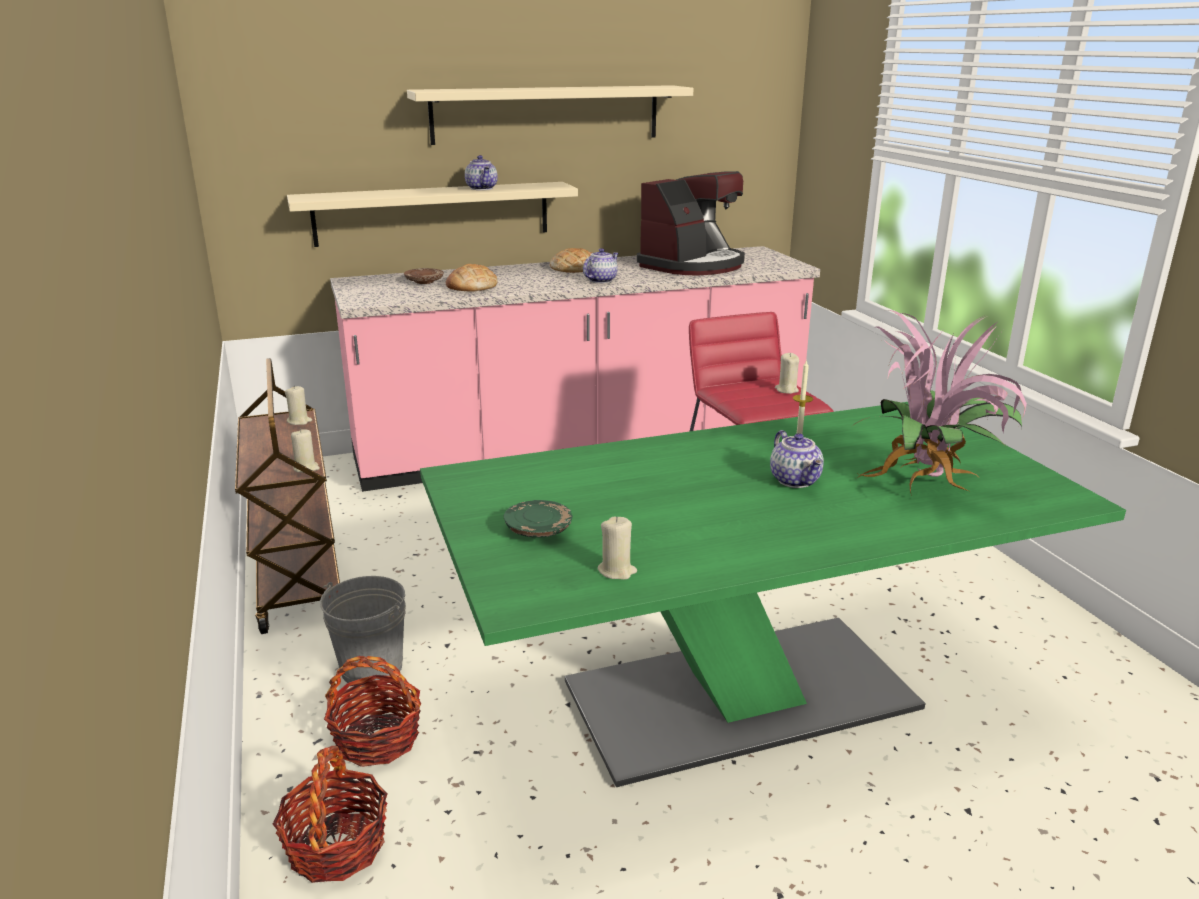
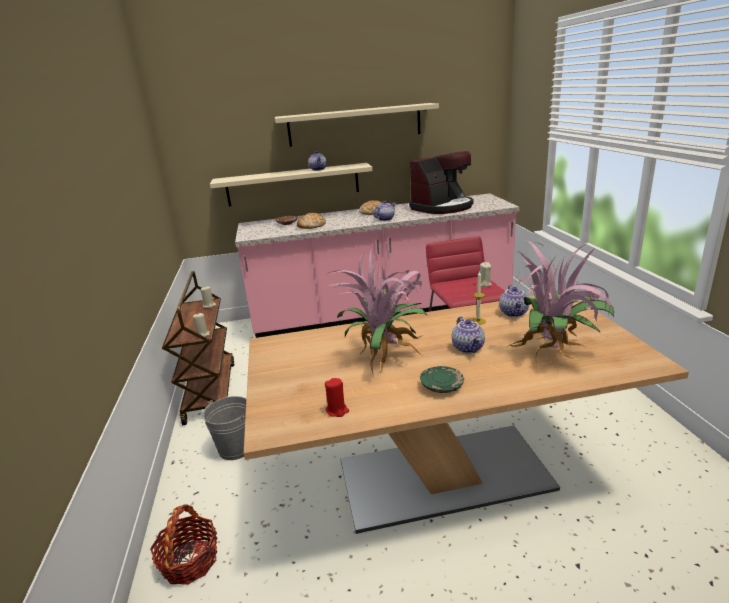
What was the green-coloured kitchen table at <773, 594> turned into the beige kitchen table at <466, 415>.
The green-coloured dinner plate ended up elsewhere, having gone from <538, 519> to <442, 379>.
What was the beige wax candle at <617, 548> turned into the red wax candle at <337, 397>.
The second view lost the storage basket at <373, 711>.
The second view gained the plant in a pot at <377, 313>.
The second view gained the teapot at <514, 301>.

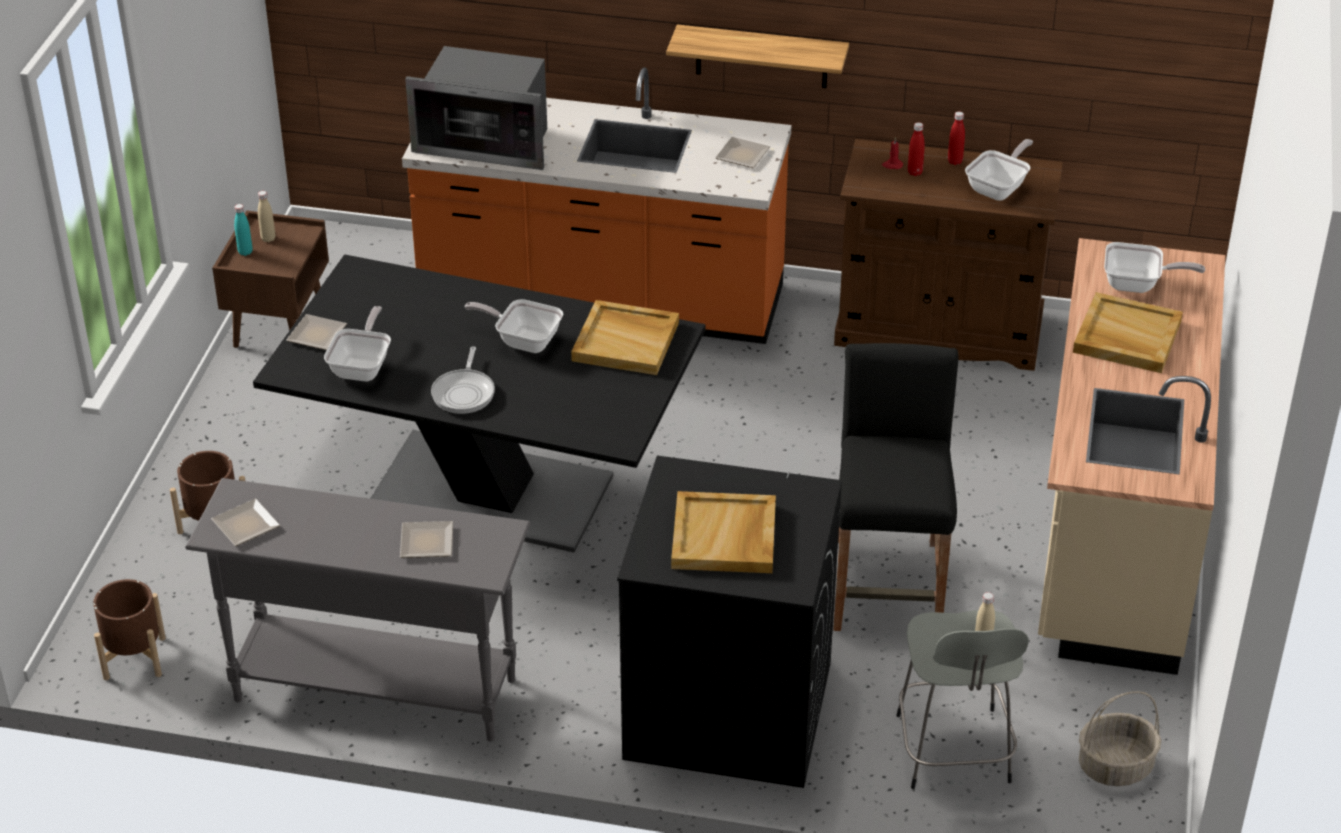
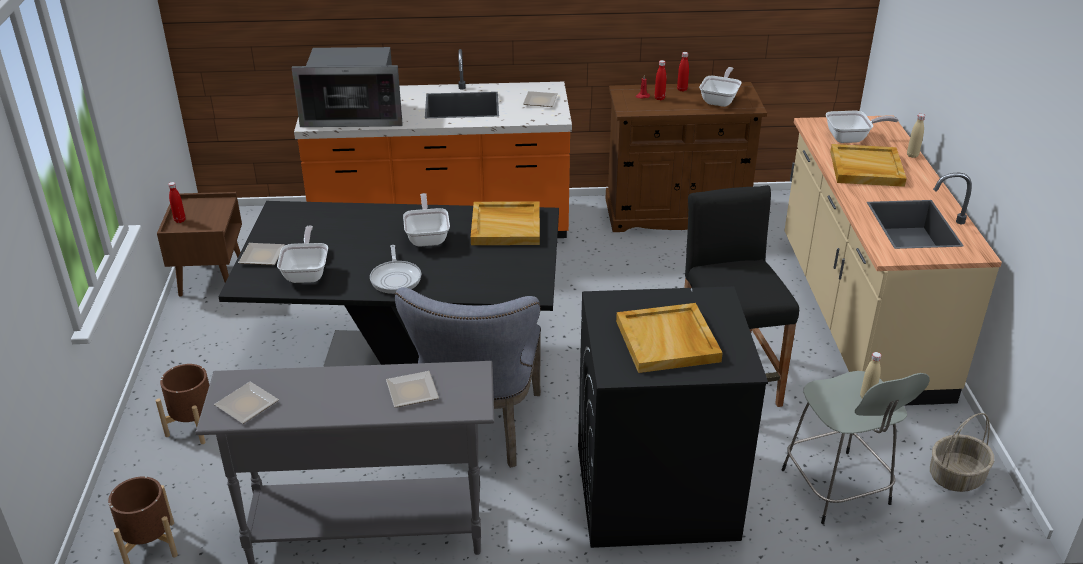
The second view lost the wall shelf at <757, 56>.
The beige bottle ended up elsewhere, having gone from <267, 216> to <916, 136>.
What was the blue-green bottle at <243, 230> turned into the red bottle at <176, 202>.
The pan at <513, 326> ended up facing another way, 75 degrees clockwise from before.
The second view gained the gray plain chair at <468, 377>.

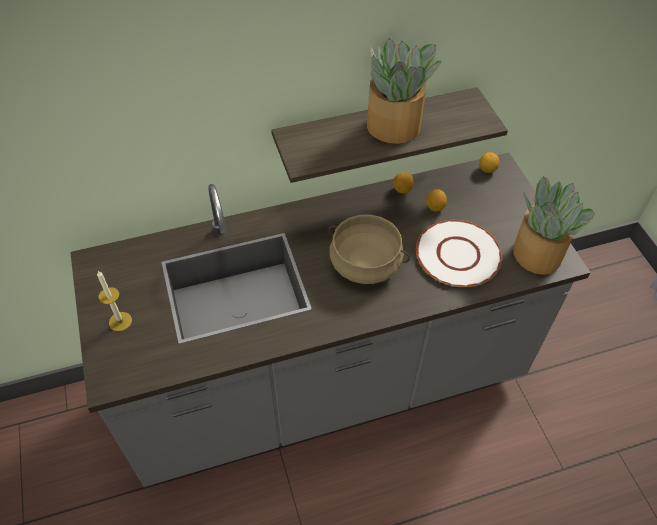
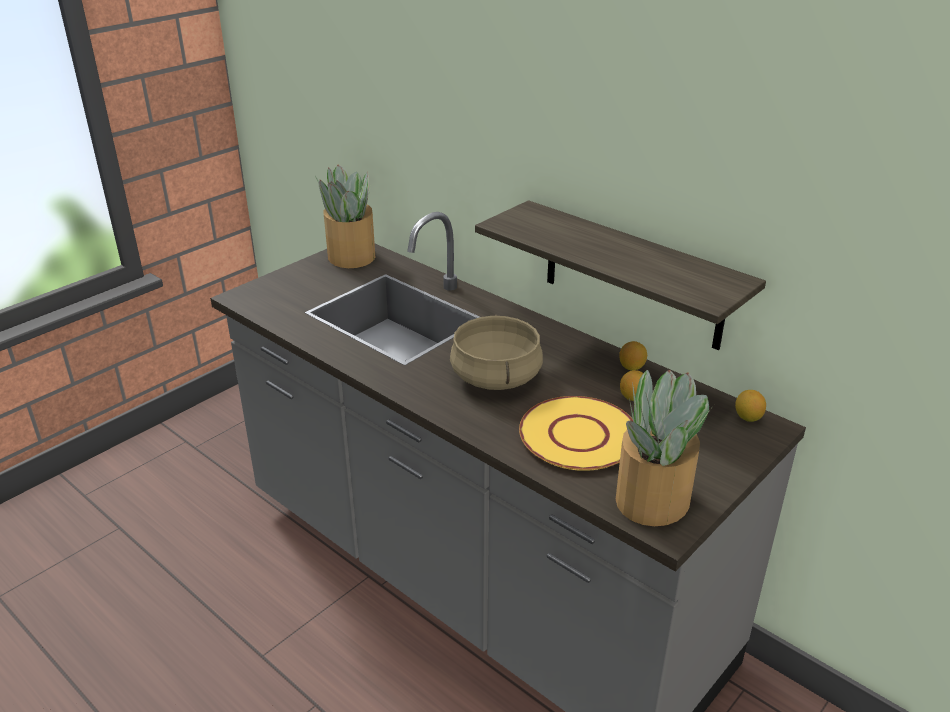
The plant in a pot ended up elsewhere, having gone from <404, 91> to <345, 216>.
What was the white-coloured dinner plate at <459, 253> turned into the yellowish dinner plate at <576, 433>.
The second view lost the wax candle at <114, 301>.

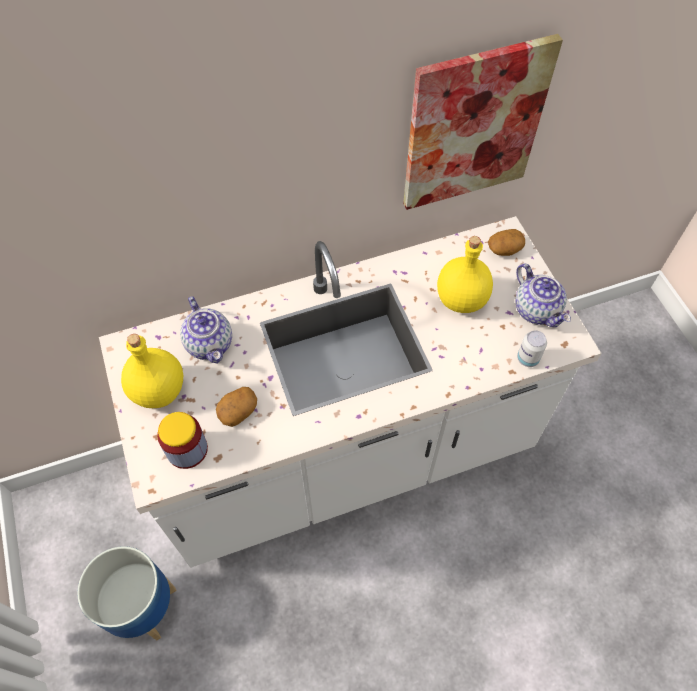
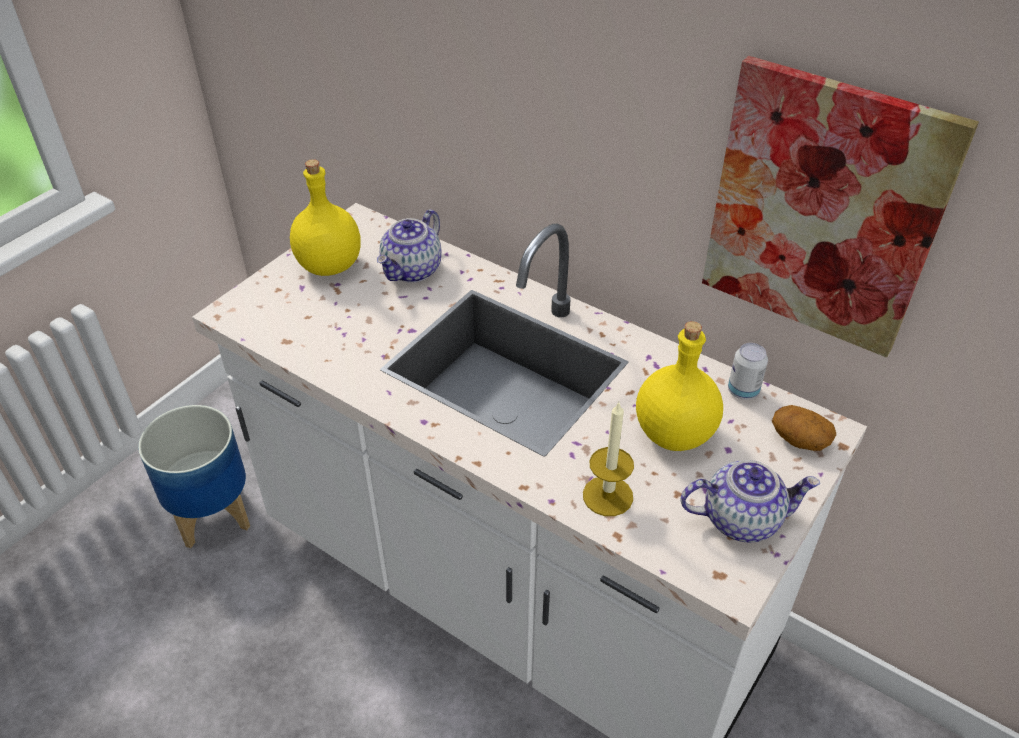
The teapot at <543, 295> ended up facing another way, 120 degrees counterclockwise from before.
The sealed can ended up elsewhere, having gone from <532, 348> to <748, 371>.
The second view lost the whole potato at <236, 407>.
The second view lost the preserve jar at <182, 440>.
The second view gained the wax candle at <608, 459>.

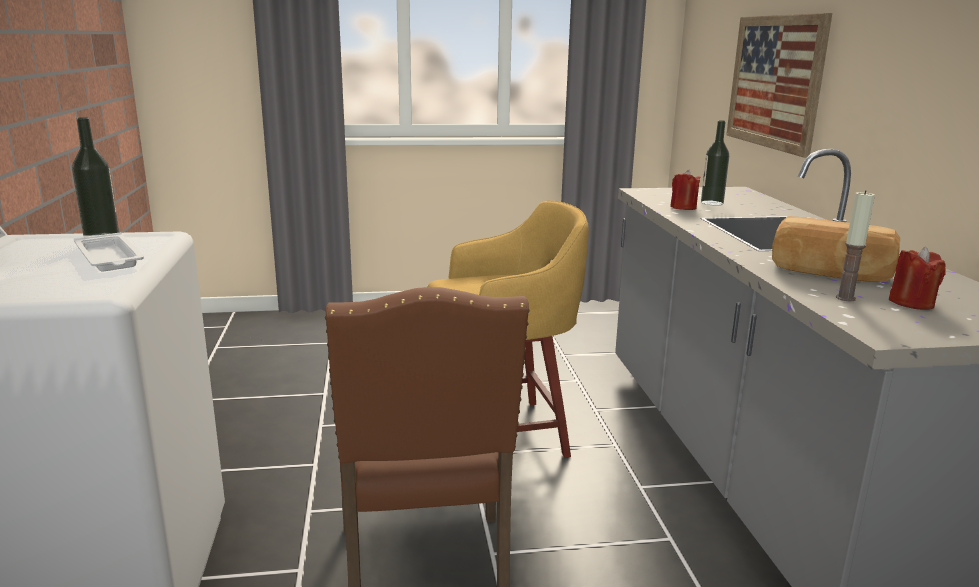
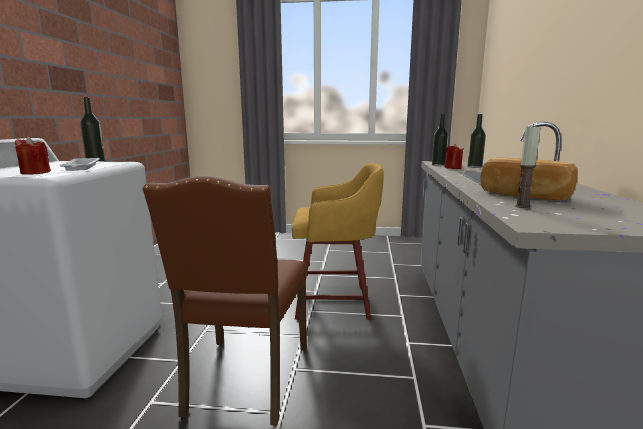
The second view lost the picture at <779, 85>.
The red wax candle ended up elsewhere, having gone from <917, 278> to <33, 156>.
The second view gained the bottle at <440, 140>.

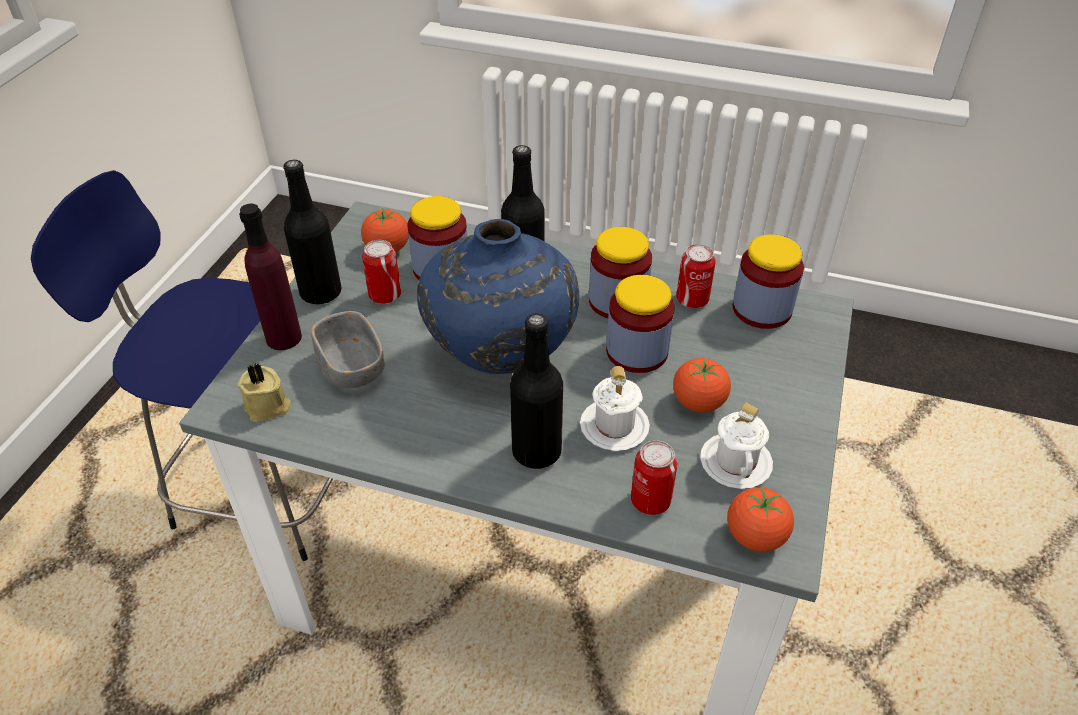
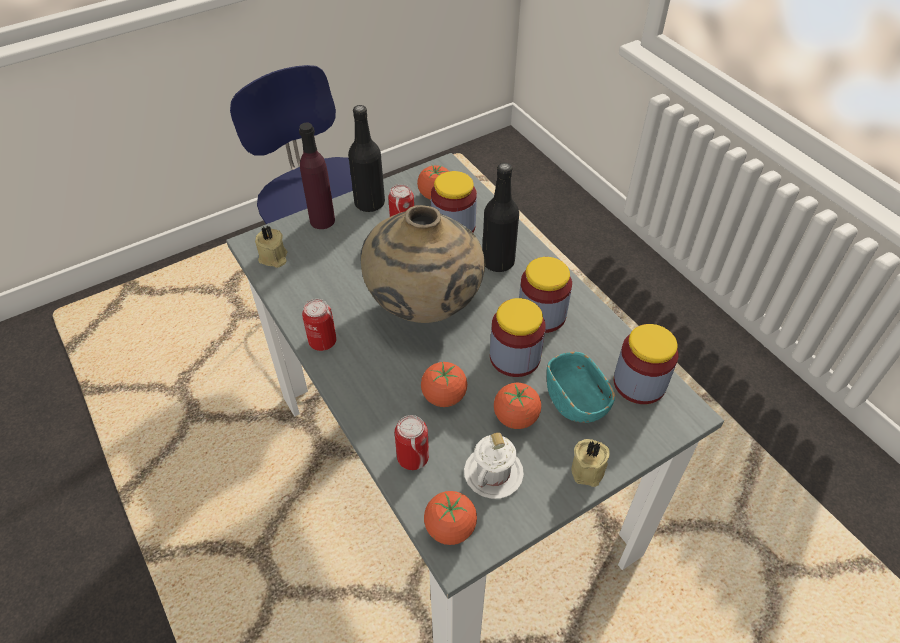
What was the blue vase at <498, 296> turned into the beige vase at <422, 264>.
The sealed can ended up elsewhere, having gone from <696, 276> to <319, 325>.
The second view lost the gray serving bowl at <348, 349>.
The second view lost the black bottle at <536, 391>.
Where the white-coloured tea mug stood at <615, 408>, the fresh tomato came to stand at <444, 384>.
The second view gained the blue-green serving bowl at <581, 387>.
The second view gained the beige wax candle at <591, 463>.

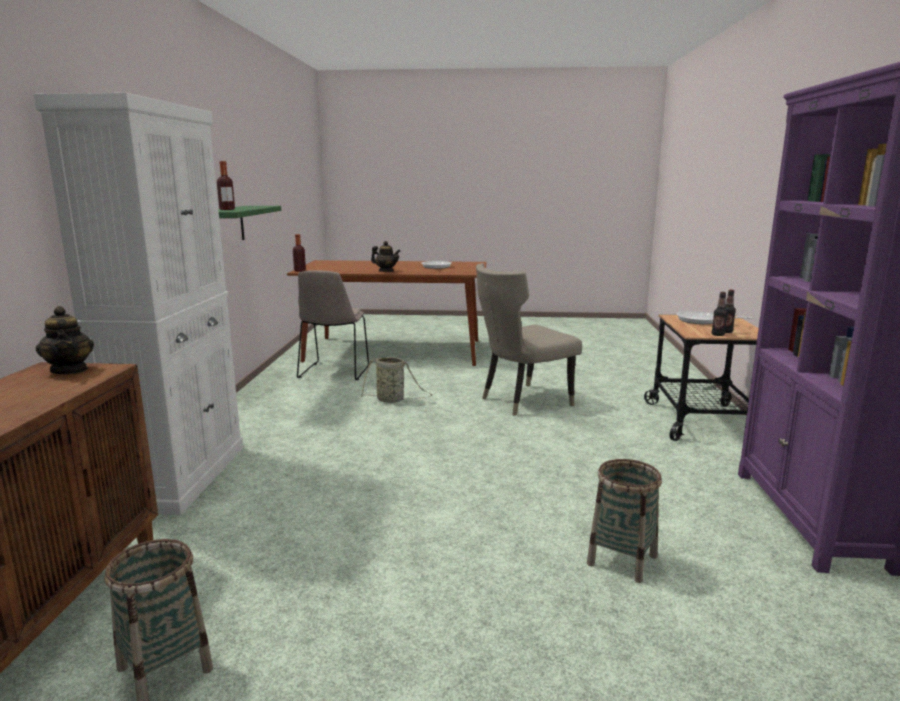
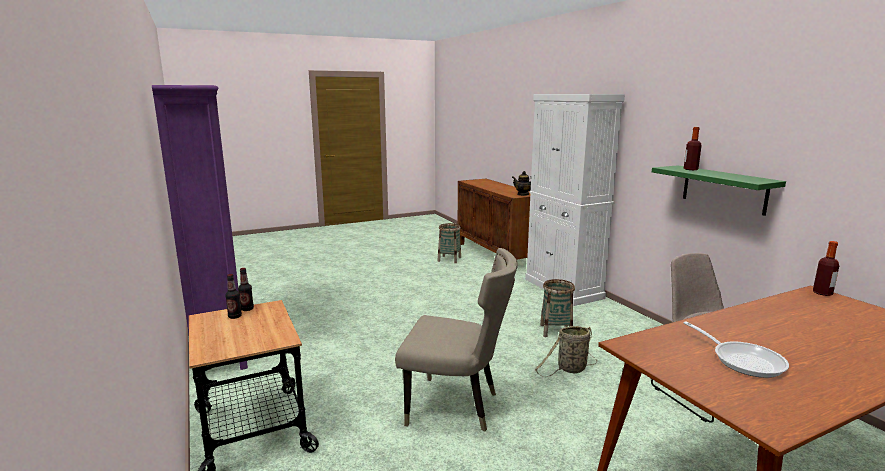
The second view lost the teapot at <386, 256>.
The beige plain chair at <529, 339> ended up facing another way, 75 degrees clockwise from before.
The second view lost the pan at <715, 317>.
The storage basket ended up elsewhere, having gone from <624, 521> to <557, 308>.

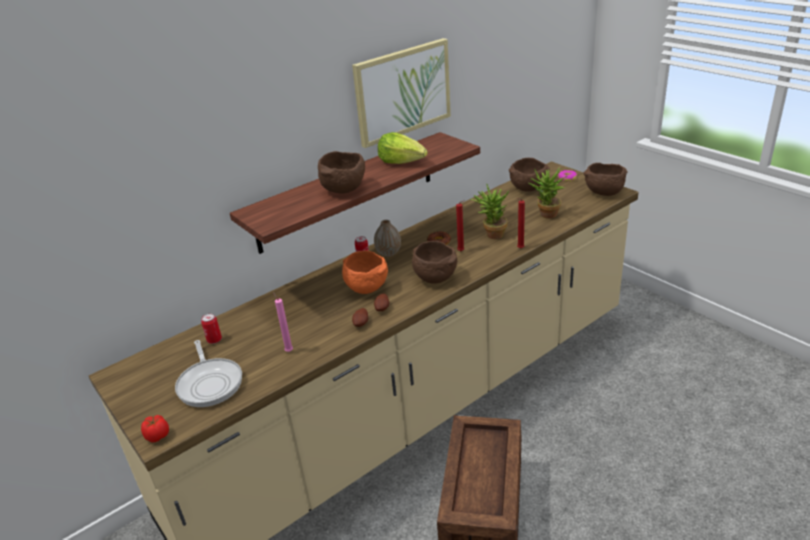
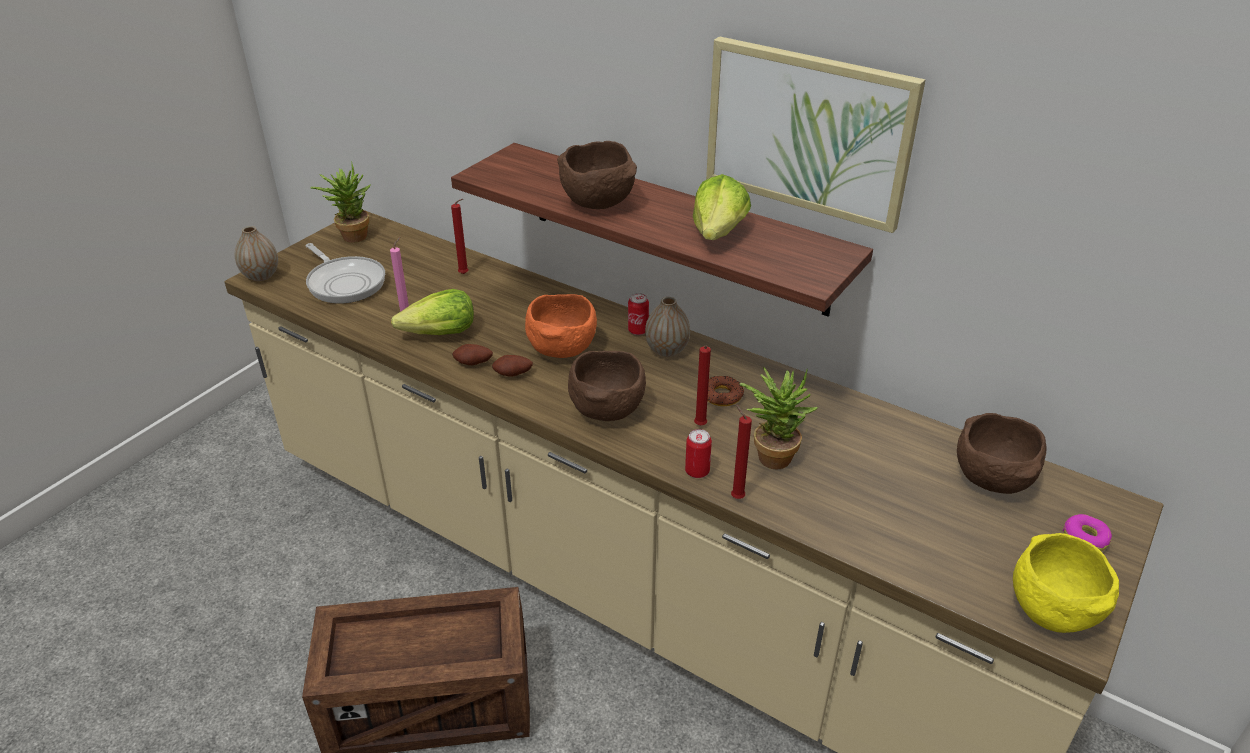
What was the brownish serving bowl at <605, 179> turned into the yellowish serving bowl at <1066, 583>.
The plant in a pot ended up elsewhere, having gone from <548, 193> to <340, 202>.
The sealed can ended up elsewhere, having gone from <211, 328> to <698, 453>.
The pan at <208, 373> ended up facing another way, 90 degrees counterclockwise from before.
Where the fresh tomato stood at <155, 428>, the vase came to stand at <256, 253>.
The second view gained the red wax candle at <459, 236>.
The second view gained the lettuce head at <432, 312>.

